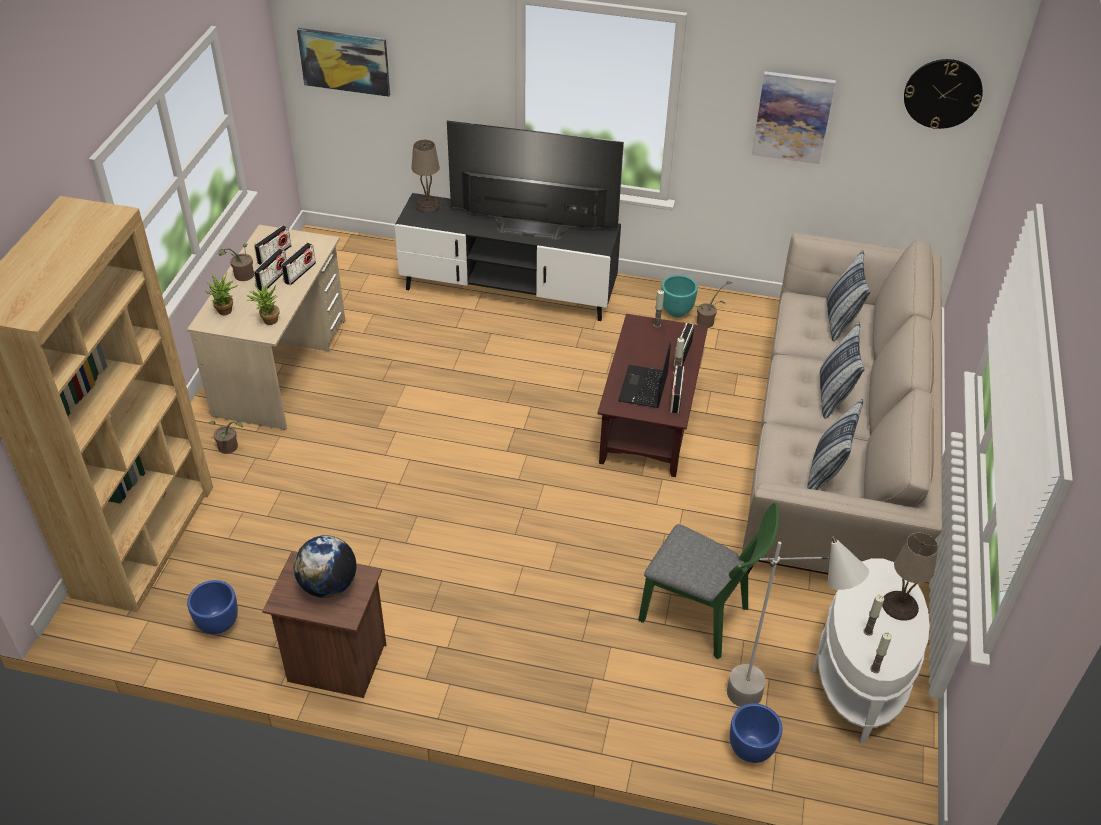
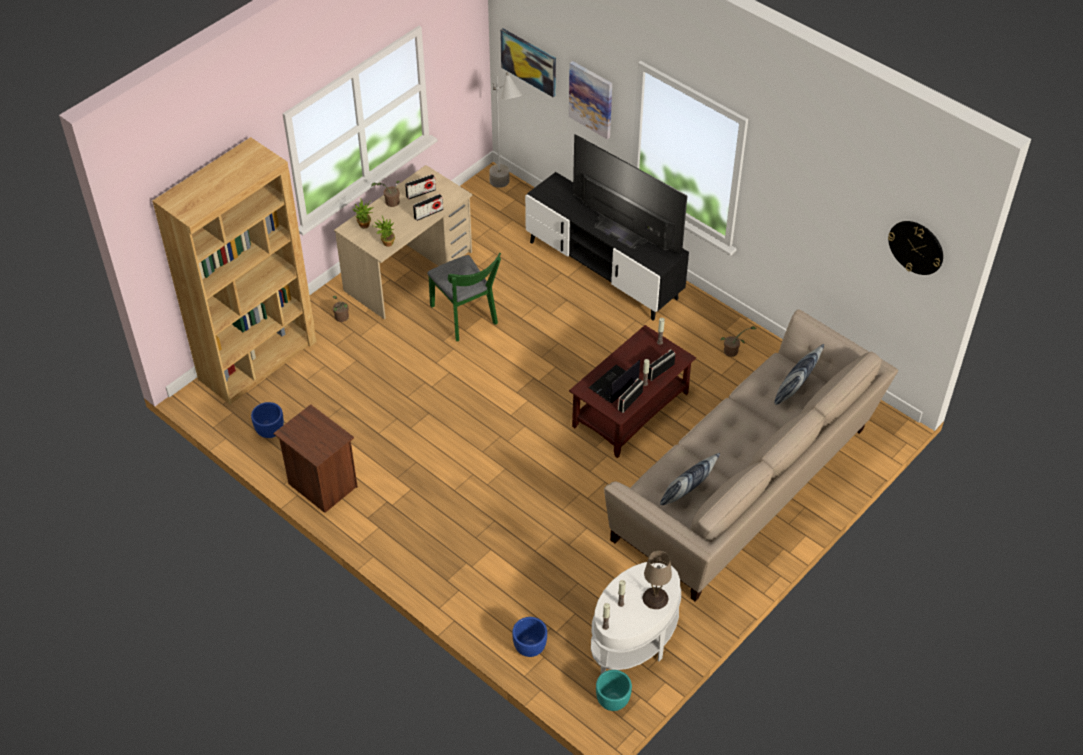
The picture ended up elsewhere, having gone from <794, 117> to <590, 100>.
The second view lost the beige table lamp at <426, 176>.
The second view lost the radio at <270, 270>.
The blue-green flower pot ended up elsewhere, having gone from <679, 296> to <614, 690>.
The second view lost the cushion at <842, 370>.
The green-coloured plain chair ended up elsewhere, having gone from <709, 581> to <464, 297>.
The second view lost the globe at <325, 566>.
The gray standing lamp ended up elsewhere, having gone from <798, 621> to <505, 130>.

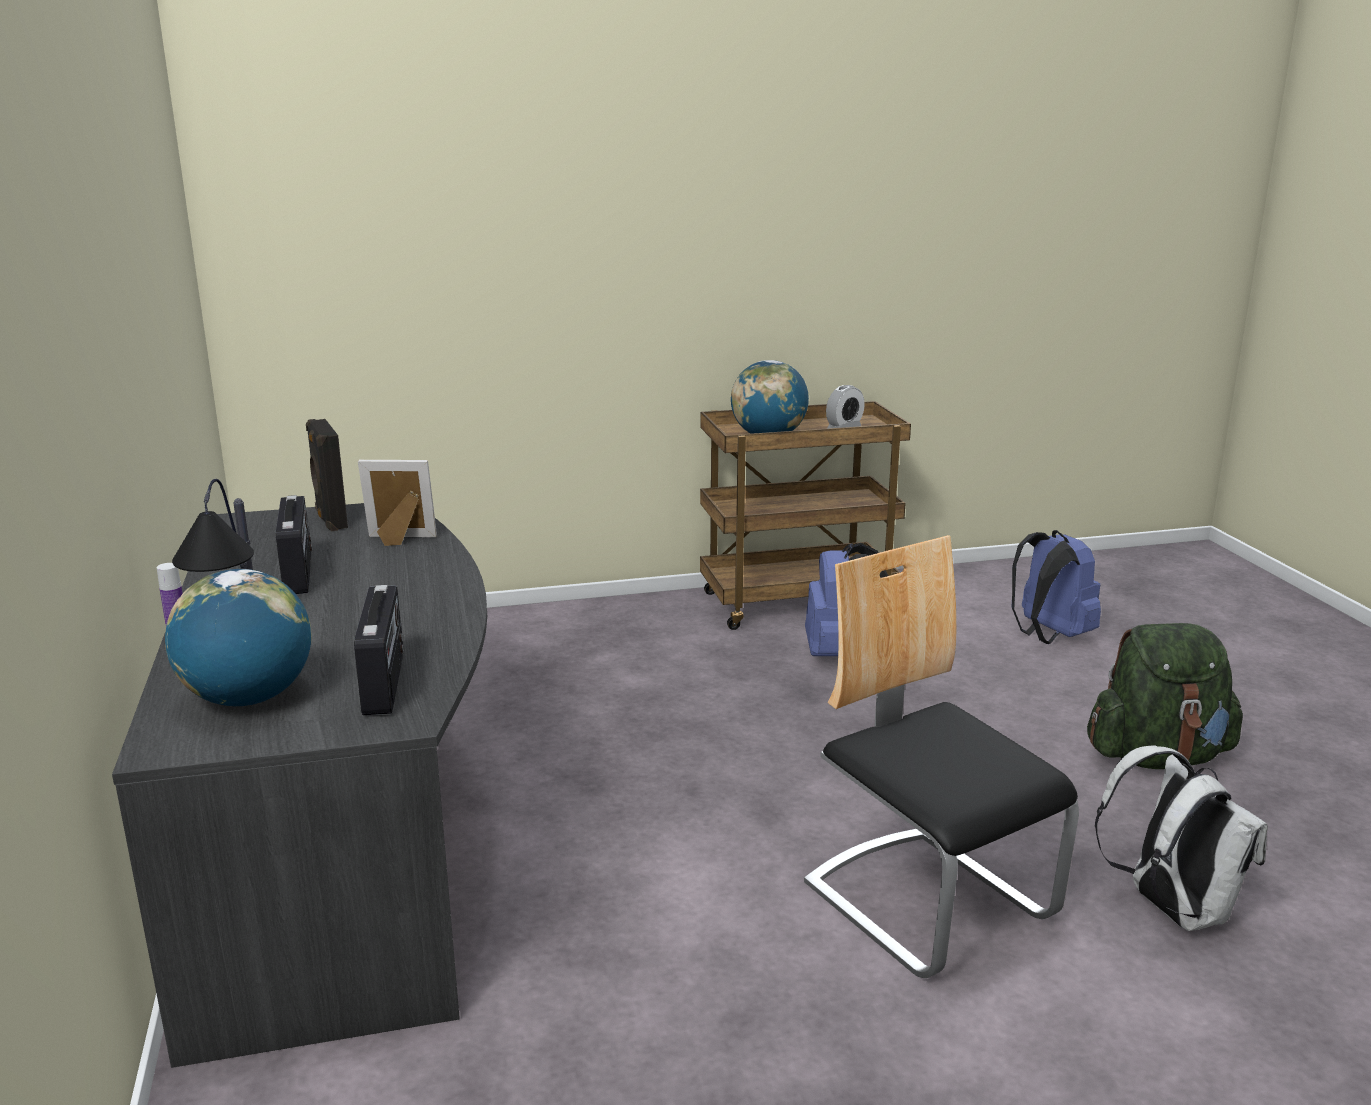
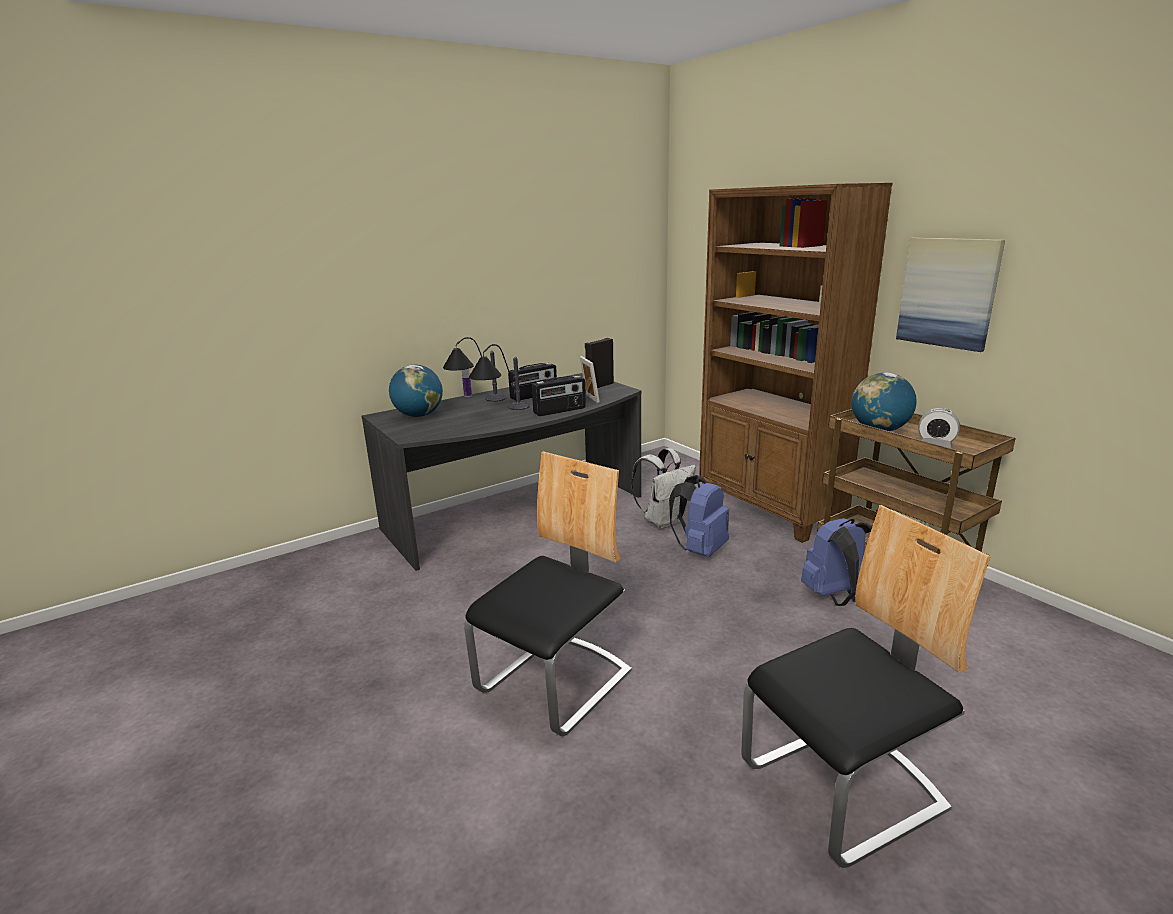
The blue knapsack ended up elsewhere, having gone from <1056, 587> to <699, 516>.
The radio ended up elsewhere, having gone from <379, 650> to <559, 396>.
Where the green-coloured knapsack stood at <1165, 696>, the plain chair came to stand at <866, 686>.
The white-coloured knapsack ended up elsewhere, having gone from <1181, 838> to <663, 488>.
The second view gained the brownish shelving unit at <796, 363>.
The second view gained the picture at <950, 294>.
The second view gained the table lamp at <499, 377>.

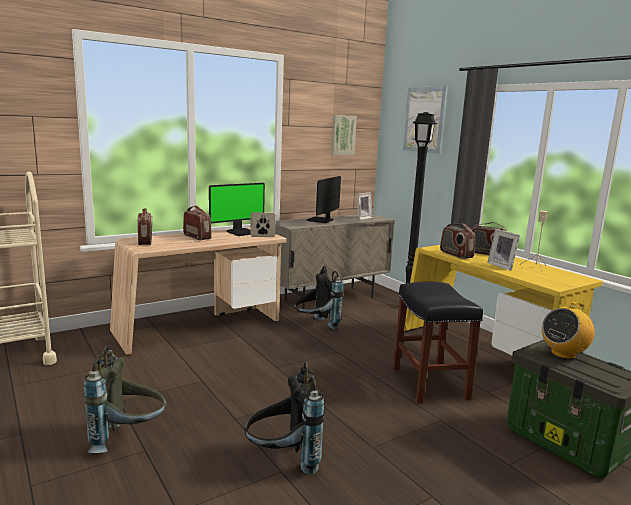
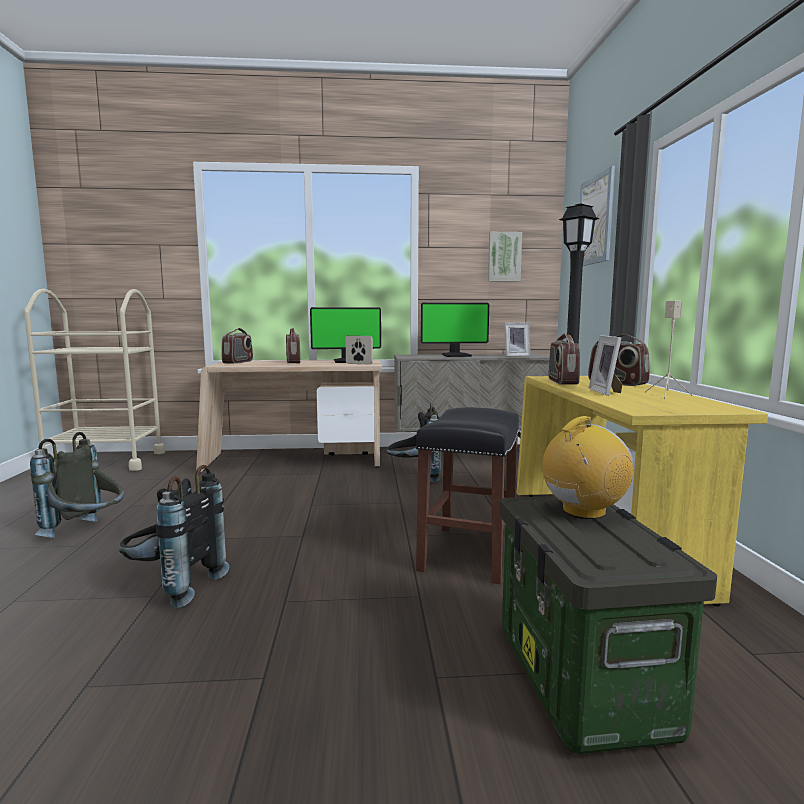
The computer display at <324, 199> ended up facing another way, 150 degrees counterclockwise from before.
The radio at <568, 330> ended up facing another way, 150 degrees clockwise from before.

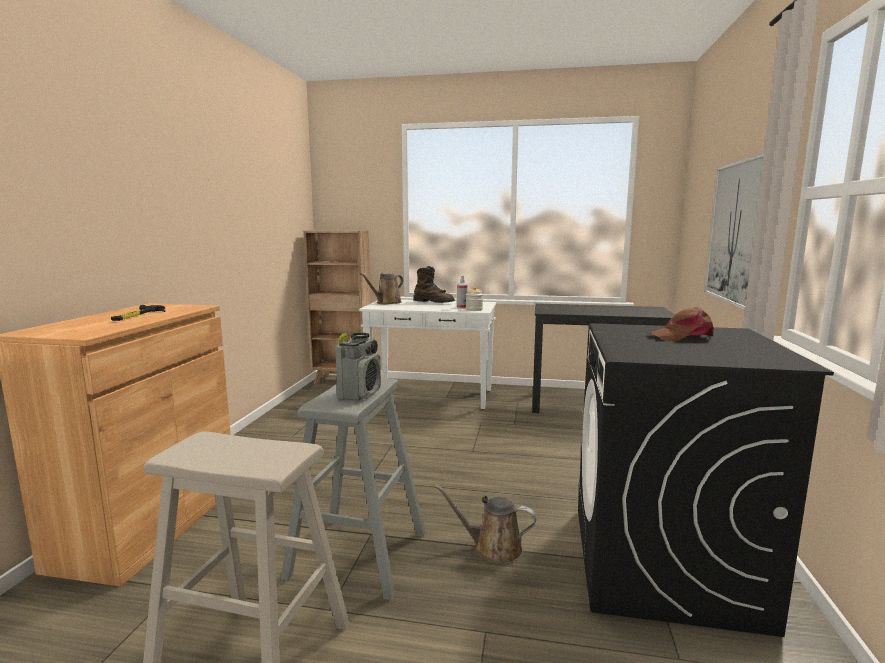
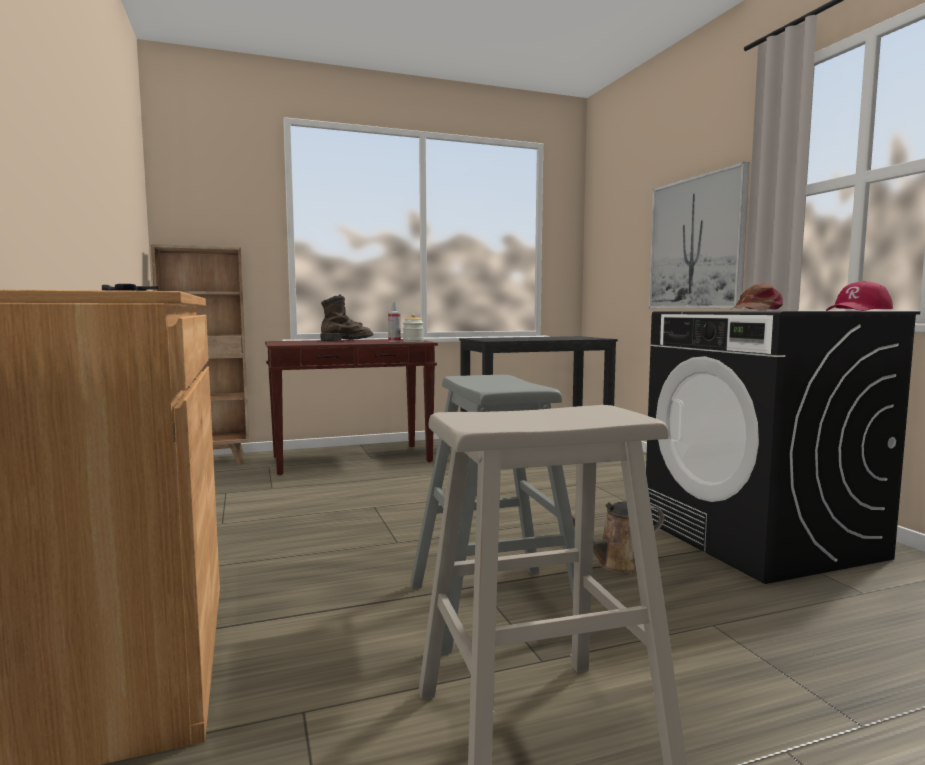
The brownish boot at <434, 284> ended up facing another way, 45 degrees counterclockwise from before.
The second view lost the brownish watering pot at <381, 288>.
What was the white-coloured narrow table at <427, 354> turned into the brownish narrow table at <351, 407>.
The second view lost the radio at <358, 366>.
The second view gained the red baseball cap at <859, 296>.

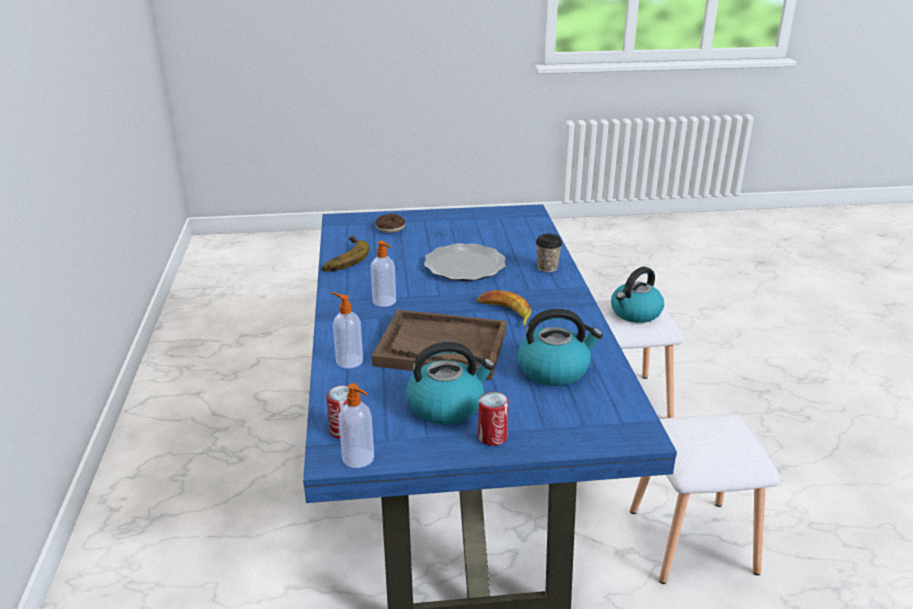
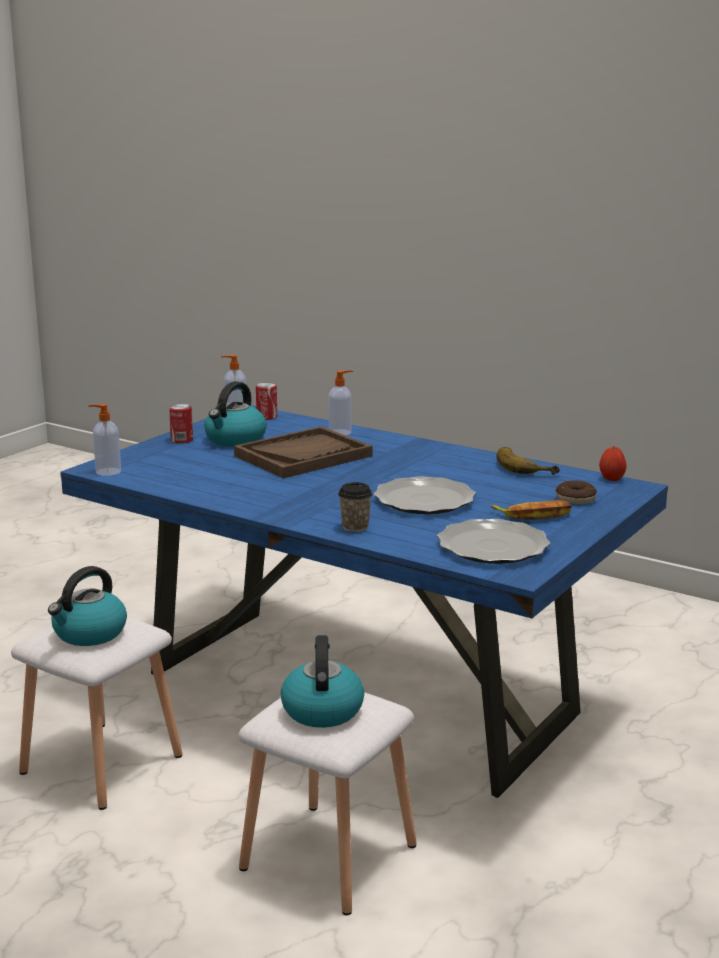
The liquid soap bottle ended up elsewhere, having gone from <383, 274> to <104, 440>.
The banana ended up elsewhere, having gone from <504, 308> to <531, 510>.
The kettle ended up elsewhere, having gone from <560, 347> to <87, 606>.
The second view gained the apple fruit at <613, 464>.
The second view gained the dinner plate at <493, 541>.

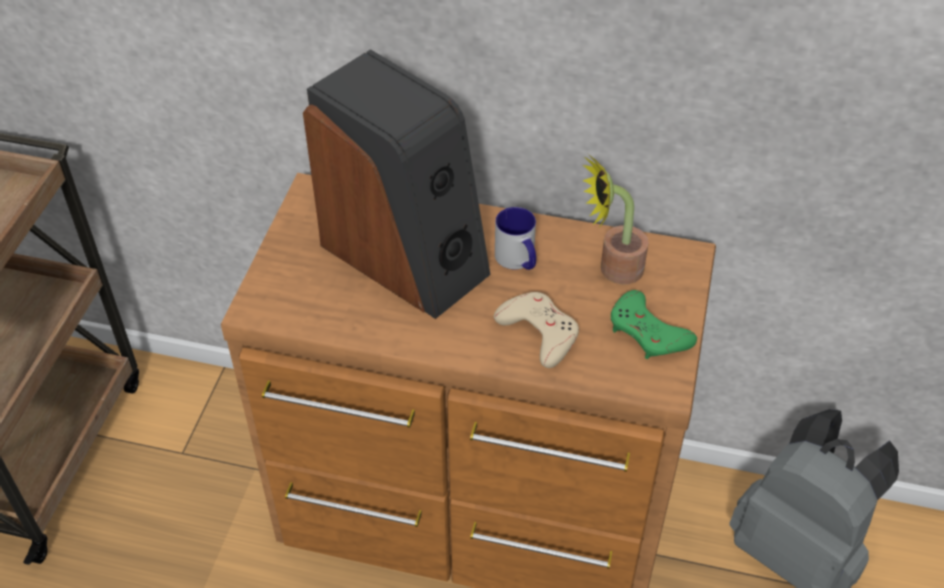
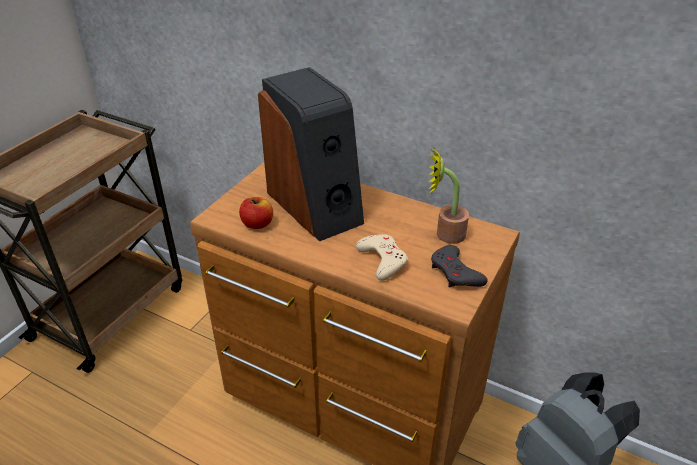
The second view lost the tea mug at <515, 238>.
What was the green-coloured gamepad at <654, 324> turned into the gray gamepad at <459, 266>.
The second view gained the apple fruit at <256, 213>.

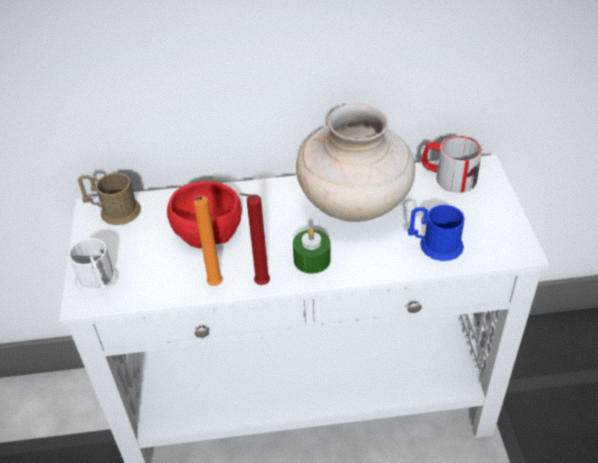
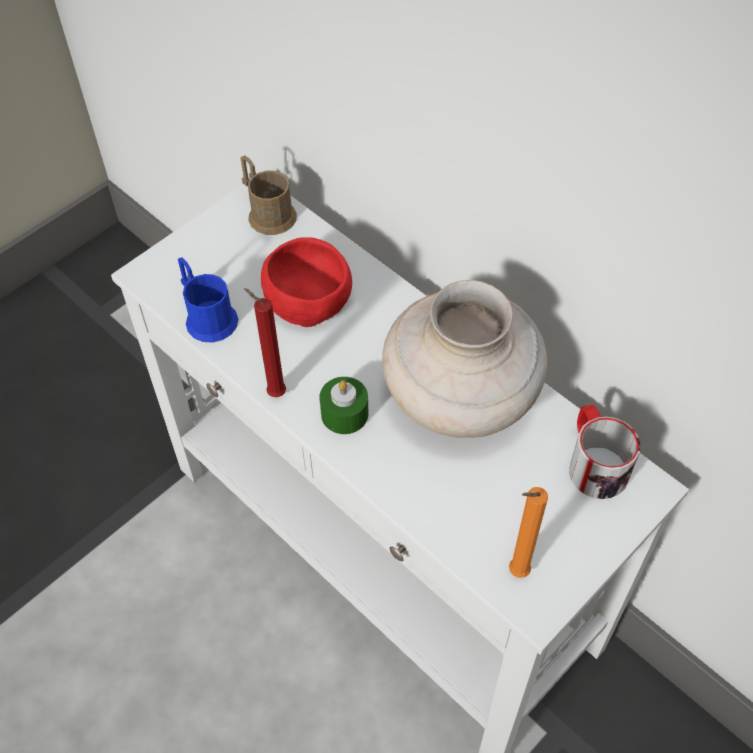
The orange-coloured wax candle ended up elsewhere, having gone from <208, 241> to <528, 532>.
The blue tea mug ended up elsewhere, having gone from <436, 233> to <208, 300>.
The second view lost the white-coloured tea mug at <94, 267>.

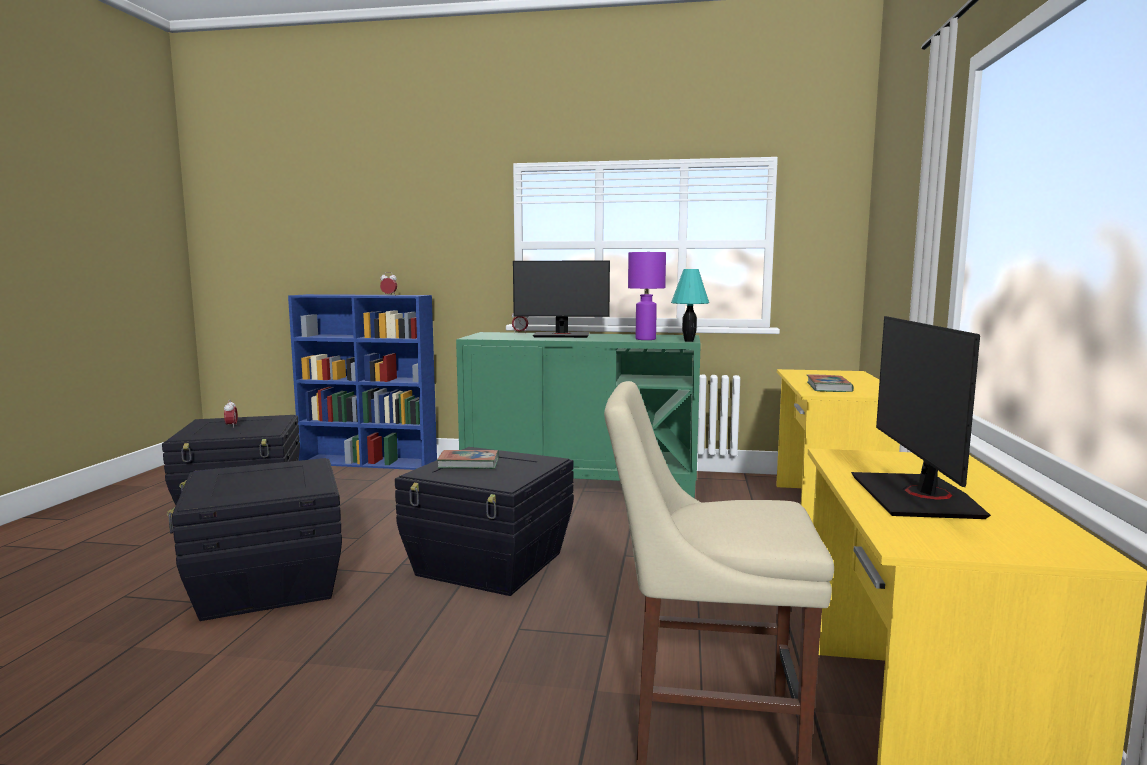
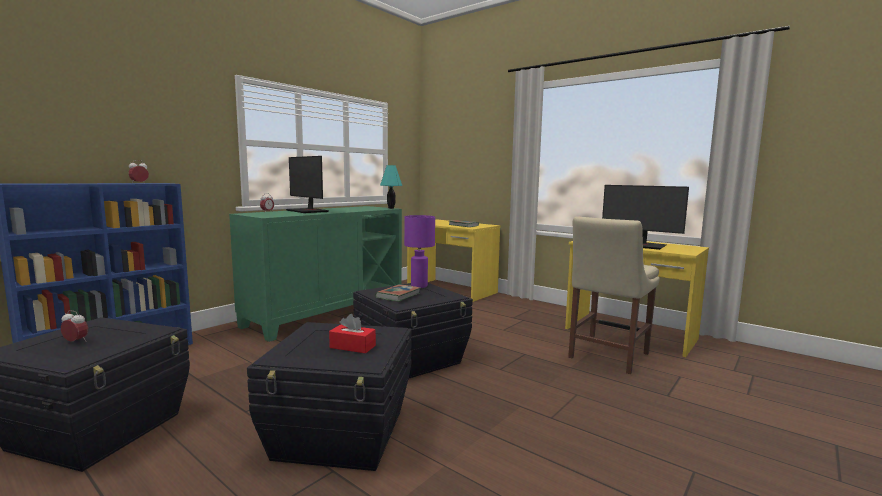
The purplish table lamp ended up elsewhere, having gone from <647, 296> to <419, 251>.
The computer display at <561, 299> ended up facing another way, 105 degrees clockwise from before.
The second view gained the red tissue holder at <352, 333>.

